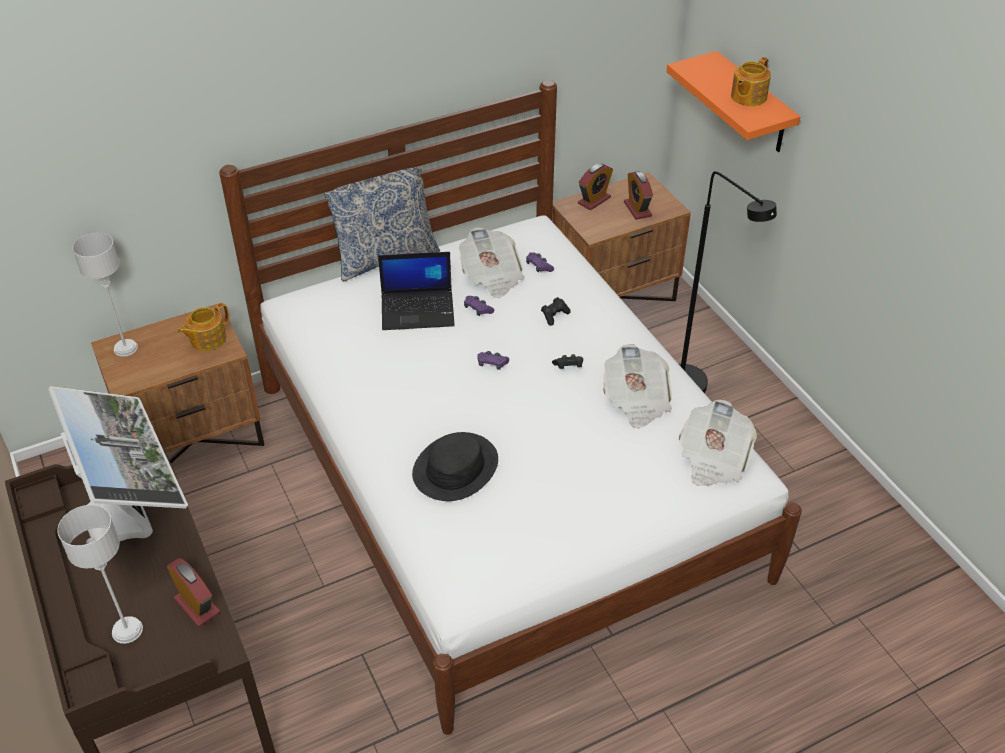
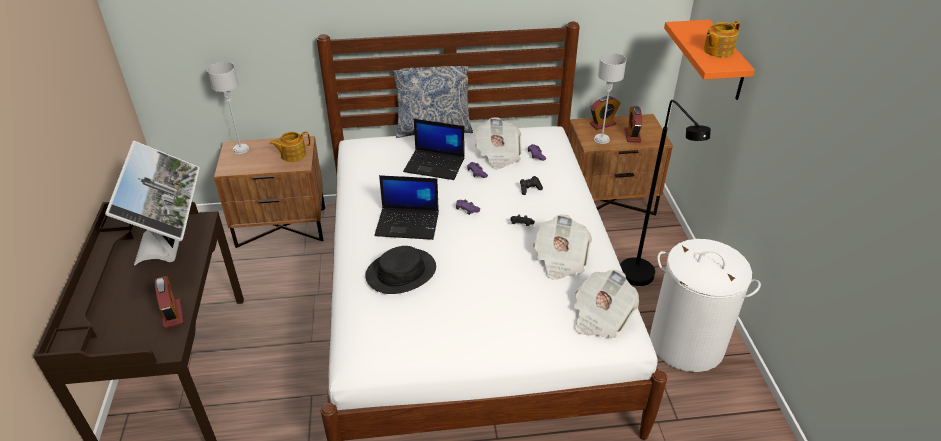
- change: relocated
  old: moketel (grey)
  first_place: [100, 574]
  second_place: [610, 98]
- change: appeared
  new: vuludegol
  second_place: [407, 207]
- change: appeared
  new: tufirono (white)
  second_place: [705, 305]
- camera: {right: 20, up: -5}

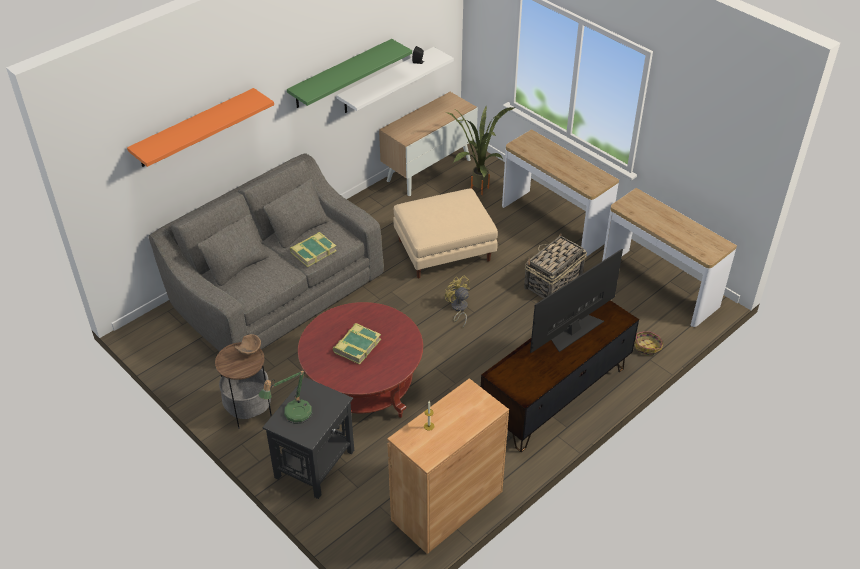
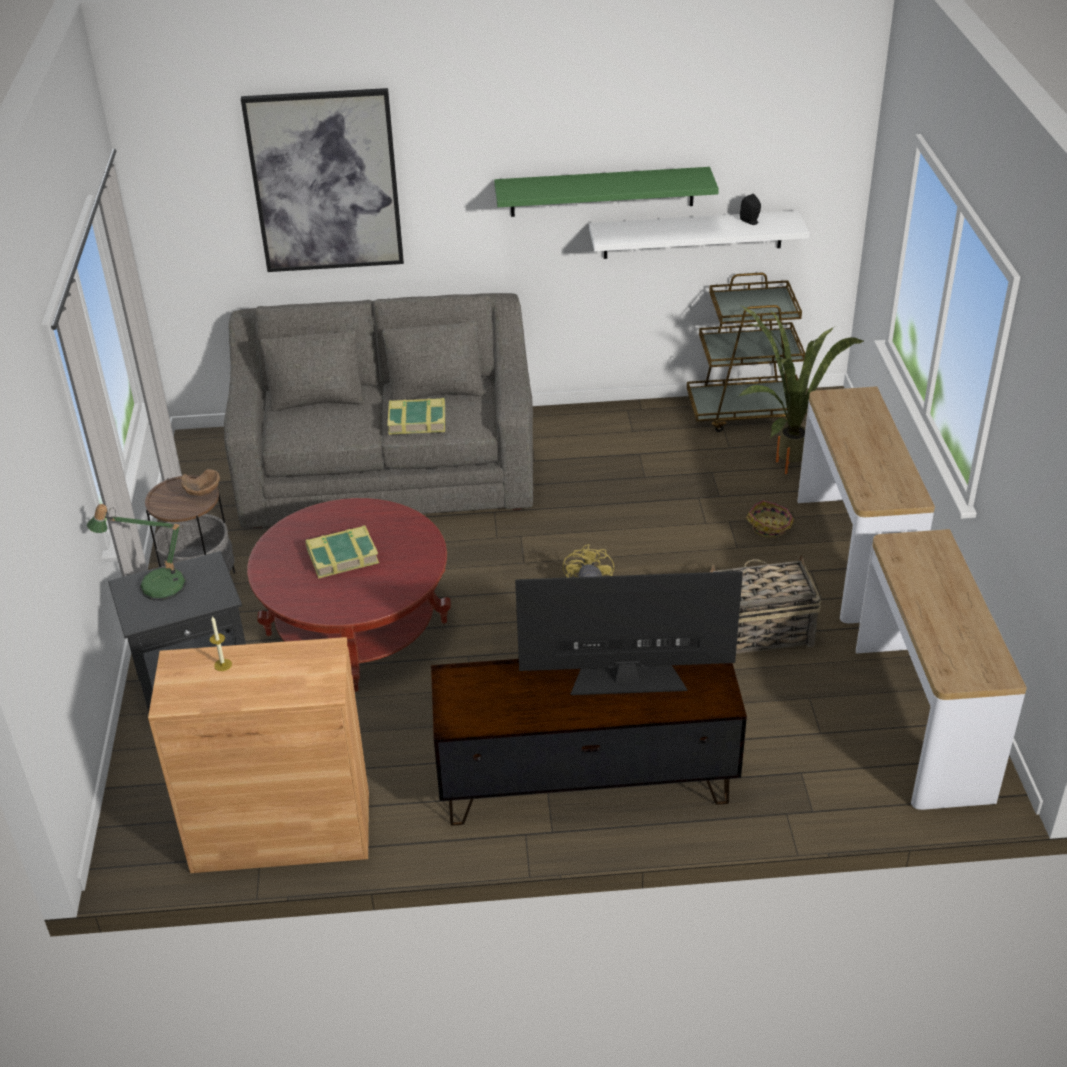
- change: exchanged
  old: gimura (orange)
  new: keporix
  first_place: [200, 127]
  second_place: [322, 180]
- change: exchanged
  old: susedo
  new: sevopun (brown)
  first_place: [428, 144]
  second_place: [747, 352]
- change: missing
  old: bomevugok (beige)
  first_place: [445, 233]
- change: relocated
  old: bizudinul
  first_place: [649, 344]
  second_place: [770, 519]
- camera: {right: 40, up: -5}

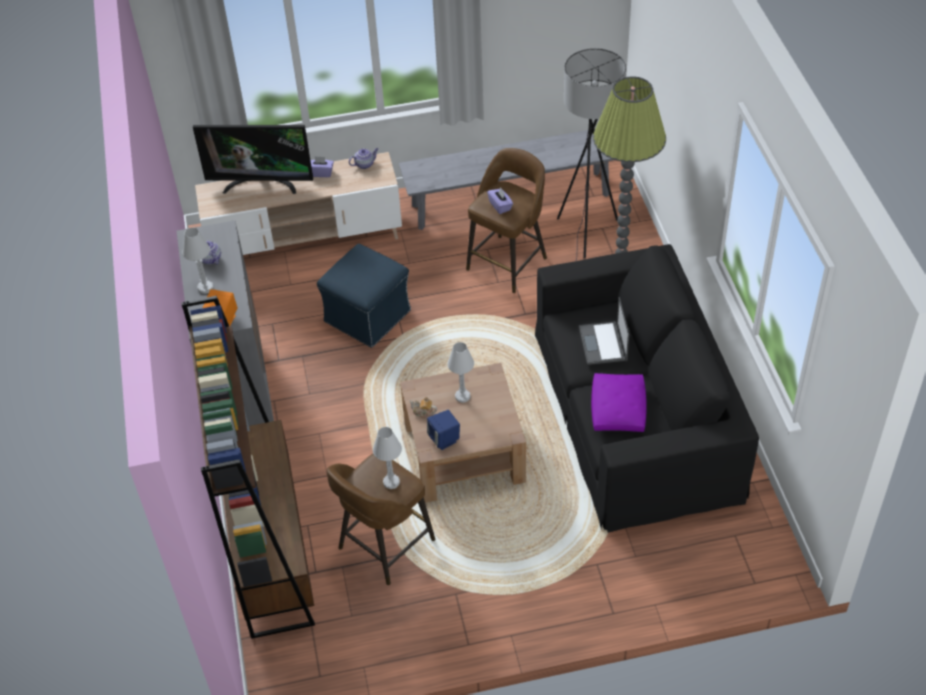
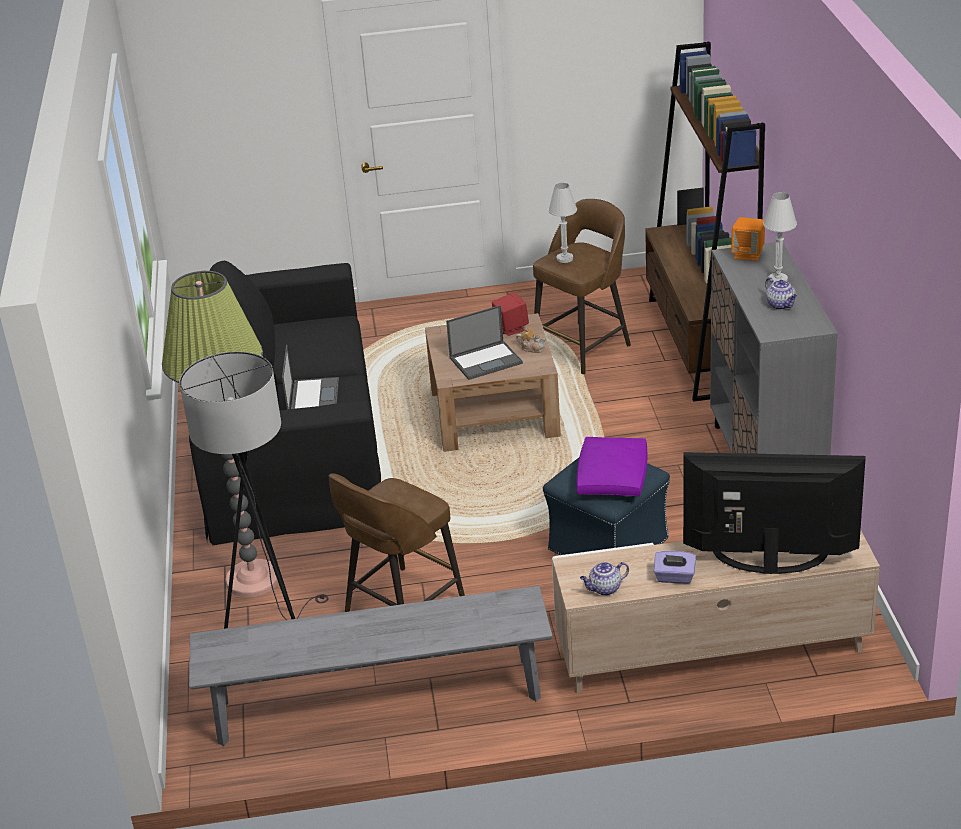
- change: colour
  old: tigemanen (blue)
  new: tigemanen (red)
  first_place: [443, 430]
  second_place: [510, 314]
- change: exchanged
  old: moketel (white)
  new: vuludegol
  first_place: [460, 372]
  second_place: [484, 342]
- change: missing
  old: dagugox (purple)
  first_place: [500, 200]
- change: relocated
  old: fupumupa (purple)
  first_place: [619, 402]
  second_place: [611, 466]
- camera: {right: -175, up: -15}

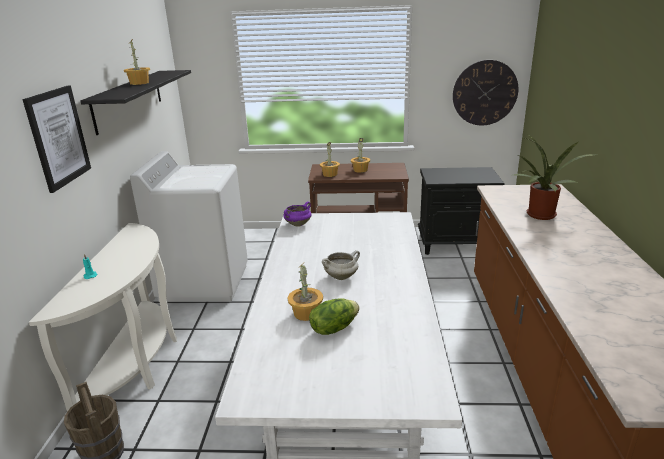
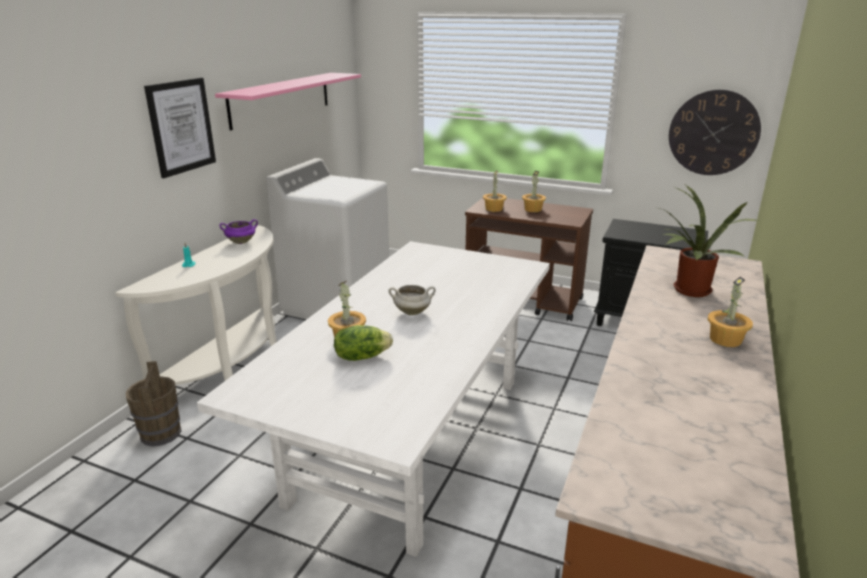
- change: colour
  old: gimura (black)
  new: gimura (pink)
  first_place: [135, 102]
  second_place: [288, 101]
- change: relocated
  old: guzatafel
  first_place: [137, 62]
  second_place: [730, 312]
- change: relocated
  old: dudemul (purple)
  first_place: [297, 214]
  second_place: [238, 231]
- camera: {right: 20, up: 0}

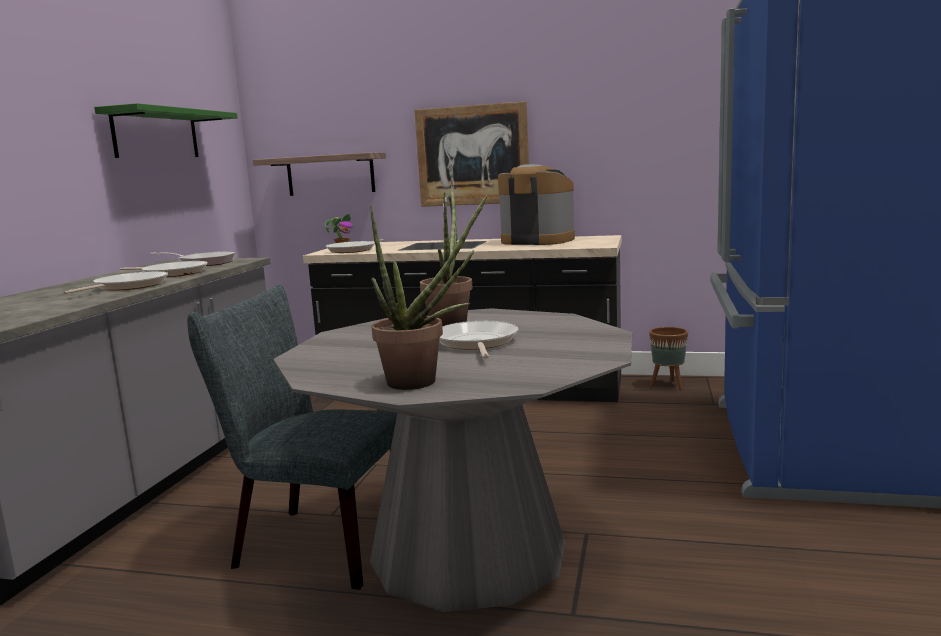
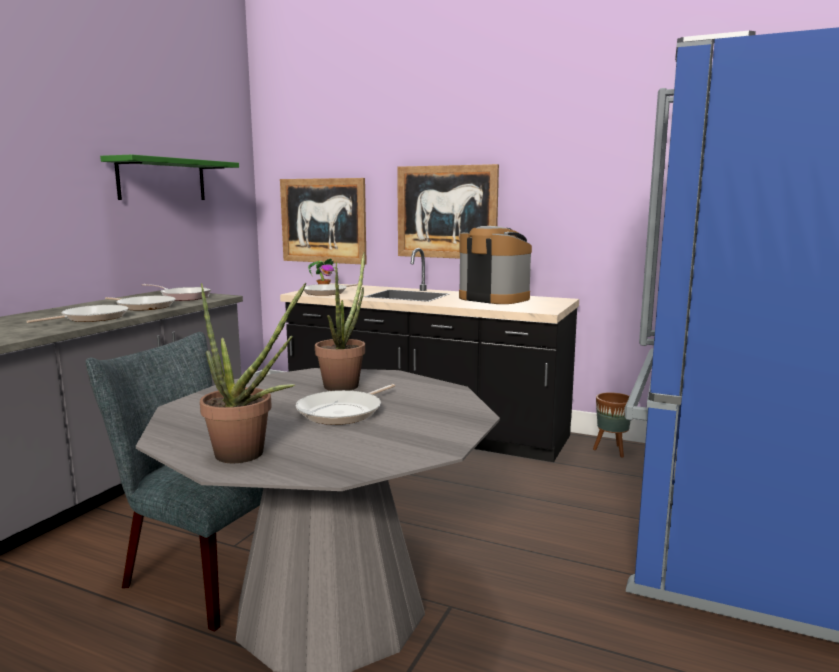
- change: exchanged
  old: gimura
  new: keporix
  first_place: [319, 174]
  second_place: [323, 221]
- change: spun
  old: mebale
  first_place: [479, 340]
  second_place: [345, 404]
  degrees: -150
- camera: {right: 10, up: 0}

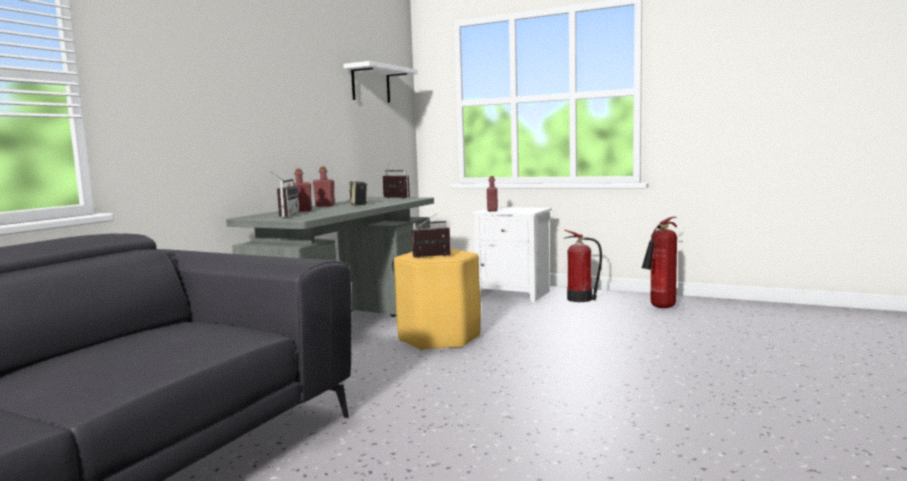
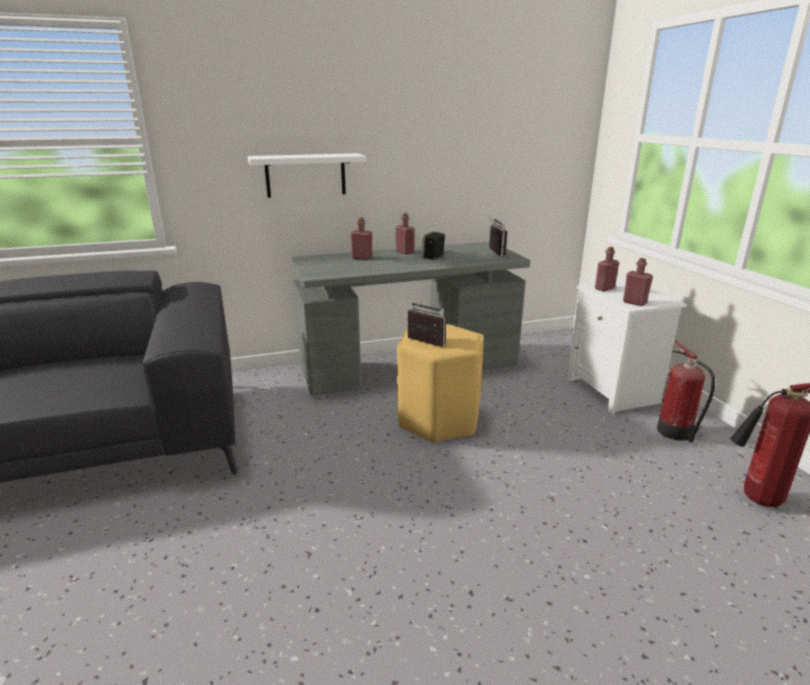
- change: missing
  old: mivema
  first_place: [284, 194]
- change: relocated
  old: gimura (white)
  first_place: [380, 82]
  second_place: [307, 175]
- change: appeared
  new: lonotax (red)
  second_place: [638, 282]
- camera: {right: 45, up: 15}

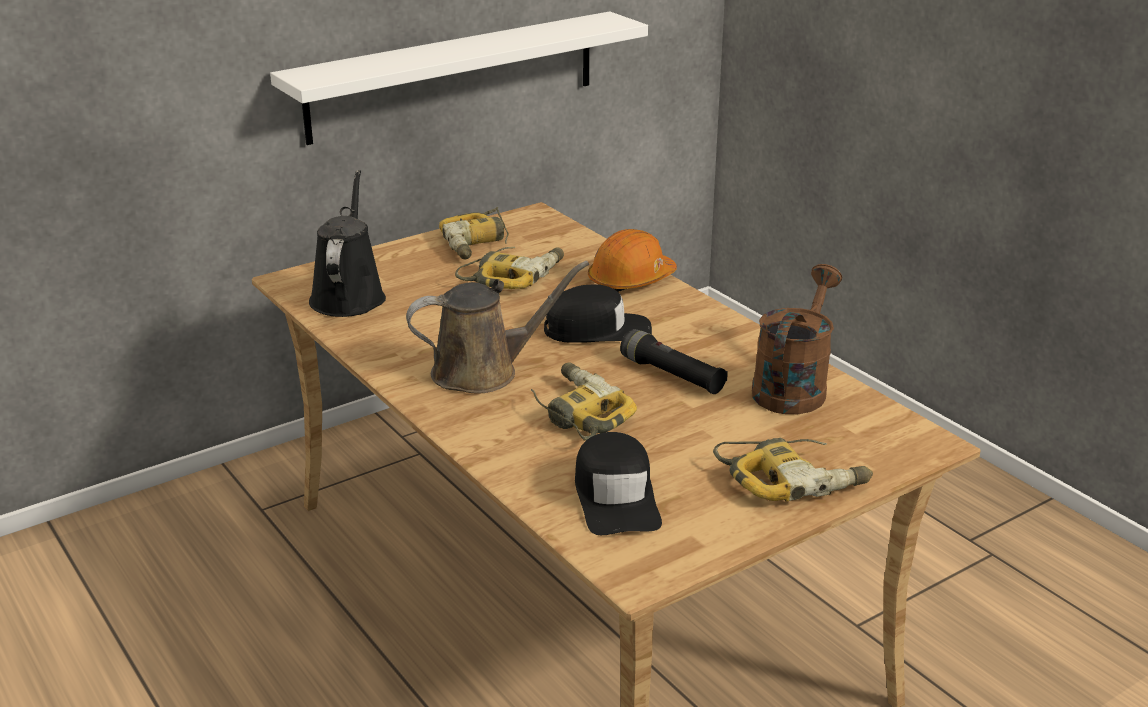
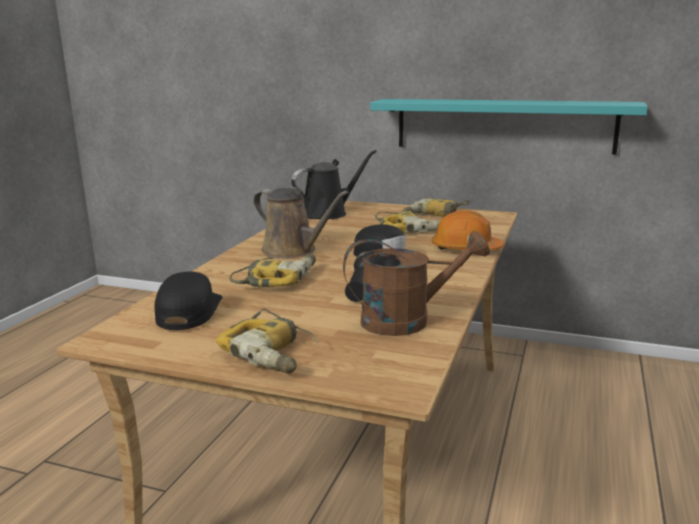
- change: colour
  old: gimura (white)
  new: gimura (turquoise)
  first_place: [459, 78]
  second_place: [509, 127]
- change: spun
  old: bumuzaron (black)
  first_place: [618, 483]
  second_place: [189, 300]
  degrees: 135
- camera: {right: 55, up: -10}

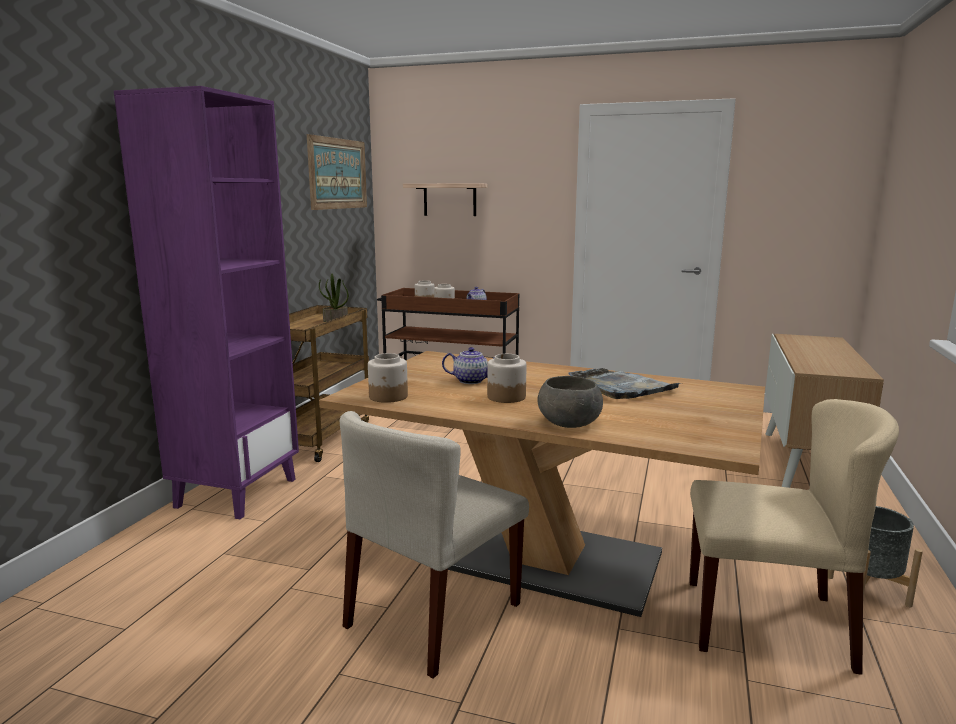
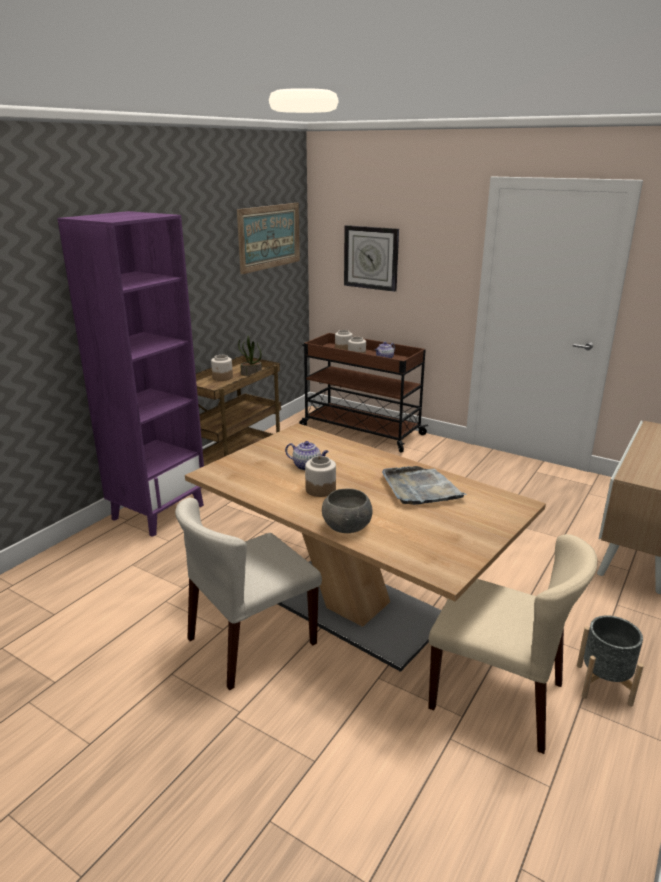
- change: relocated
  old: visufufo
  first_place: [388, 378]
  second_place: [222, 368]
- change: exchanged
  old: gimura
  new: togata
  first_place: [445, 200]
  second_place: [371, 258]
- camera: {right: 15, up: 10}

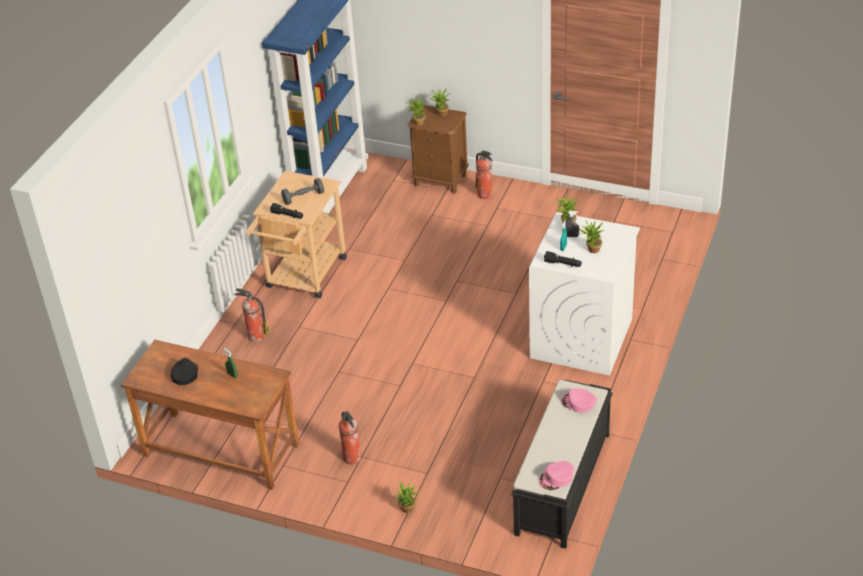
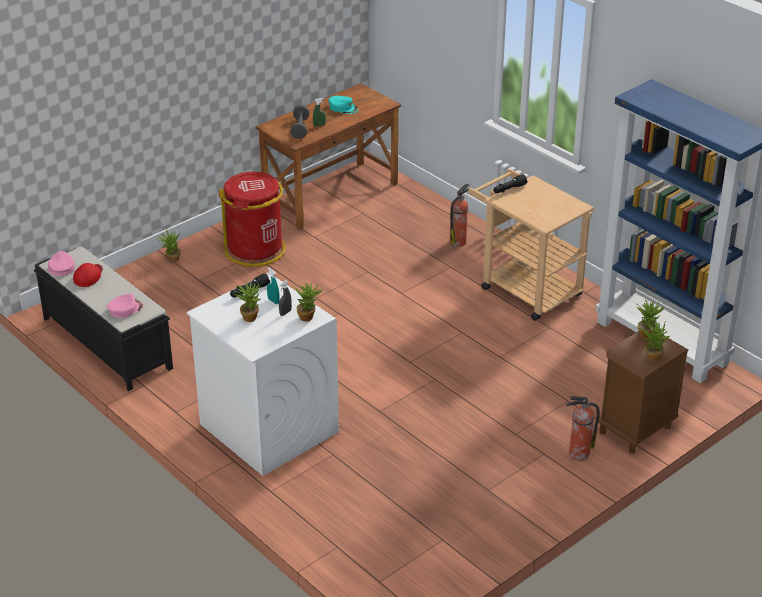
- change: colour
  old: bumuzaron (black)
  new: bumuzaron (turquoise)
  first_place: [184, 371]
  second_place: [343, 105]
- change: relocated
  old: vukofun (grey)
  first_place: [302, 191]
  second_place: [299, 122]
- change: exchanged
  old: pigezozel
  new: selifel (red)
  first_place: [350, 437]
  second_place: [252, 219]
- change: appeared
  new: bumuzaron (red)
  second_place: [88, 275]
- camera: {right: 115, up: -5}

